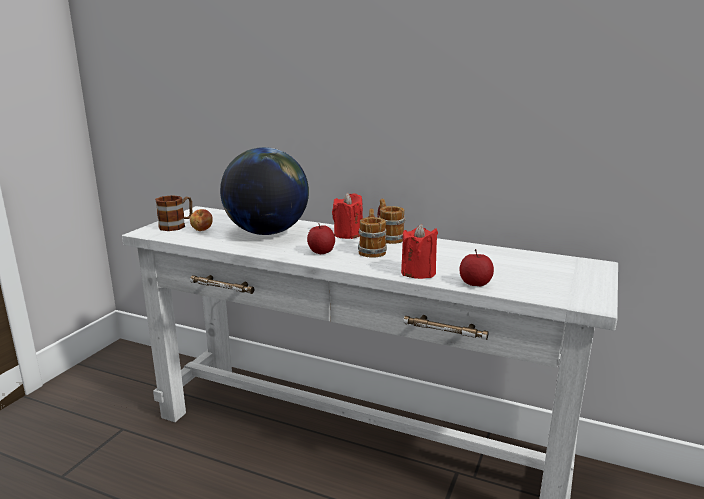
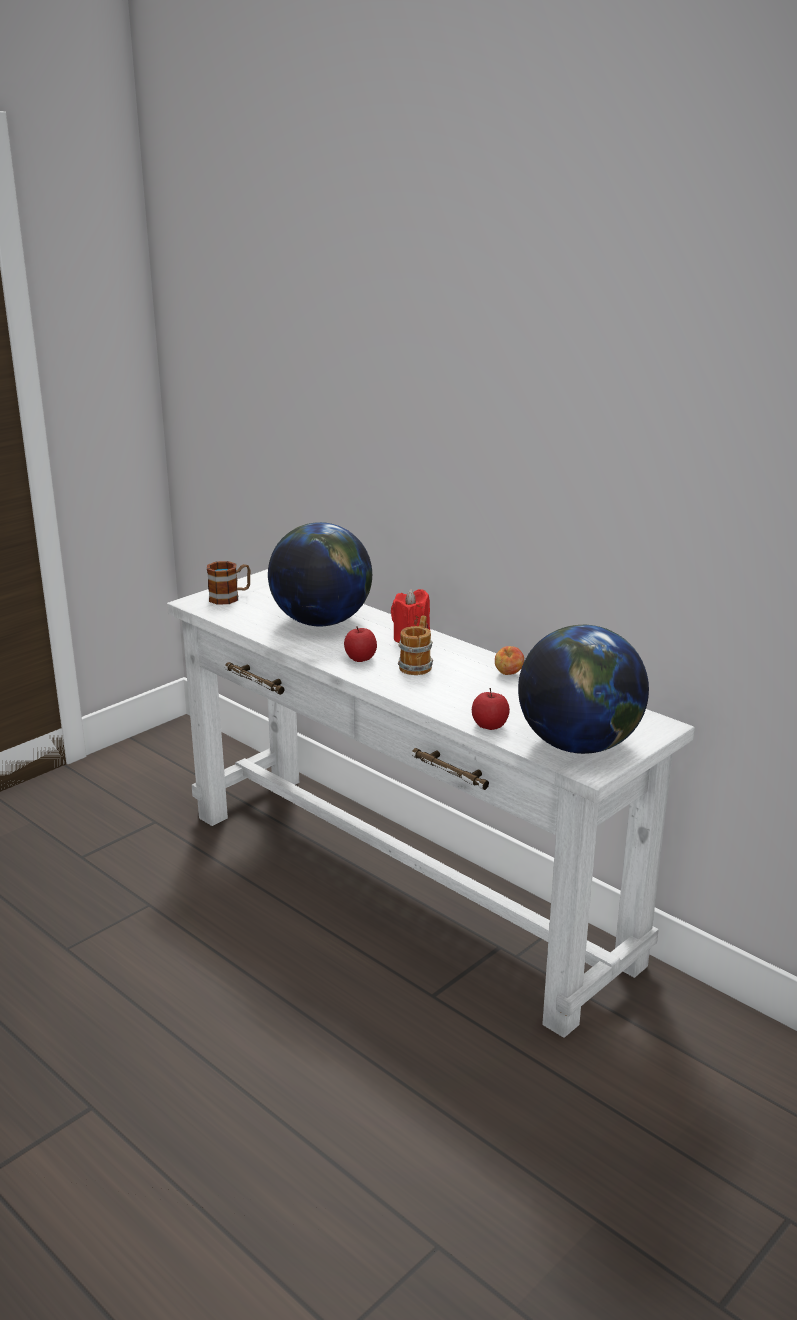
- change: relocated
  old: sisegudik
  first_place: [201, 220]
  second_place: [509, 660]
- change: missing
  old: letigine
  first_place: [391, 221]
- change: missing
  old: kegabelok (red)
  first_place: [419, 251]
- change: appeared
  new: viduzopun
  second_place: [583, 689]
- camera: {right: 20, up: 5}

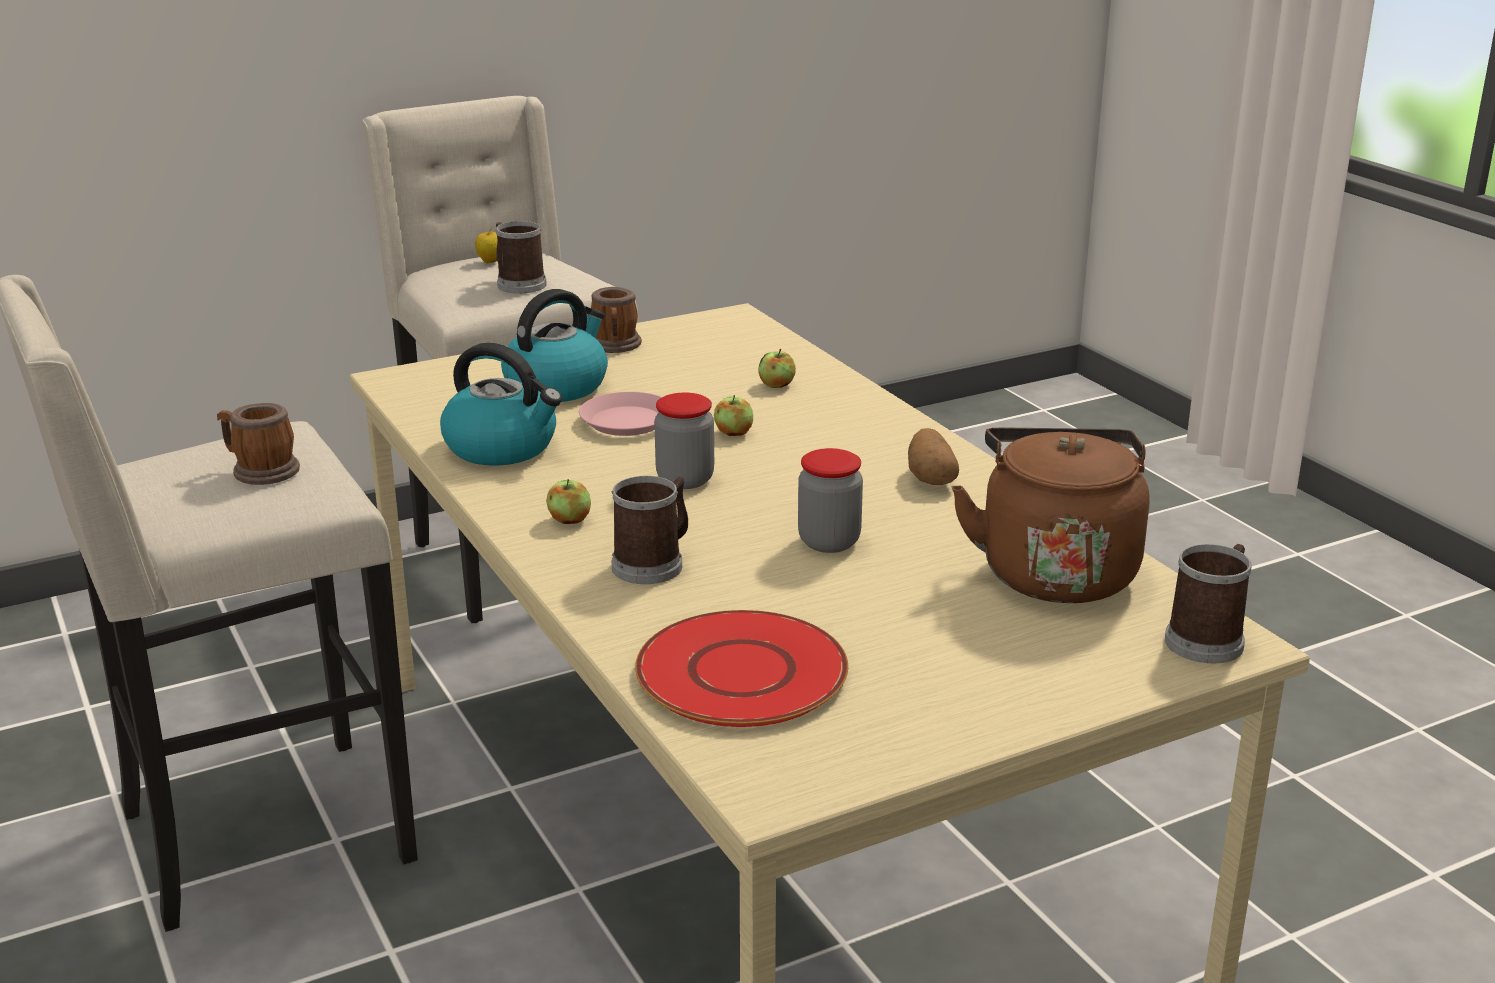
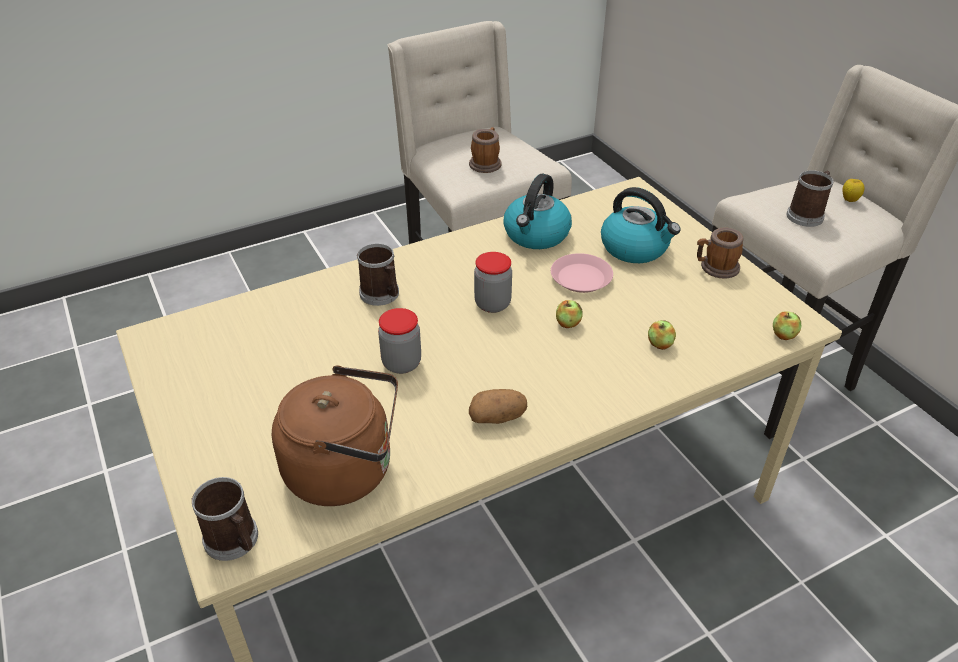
- change: relocated
  old: sisegudik
  first_place: [569, 501]
  second_place: [787, 325]
- change: missing
  old: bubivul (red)
  first_place: [741, 668]
- camera: {right: 90, up: 15}

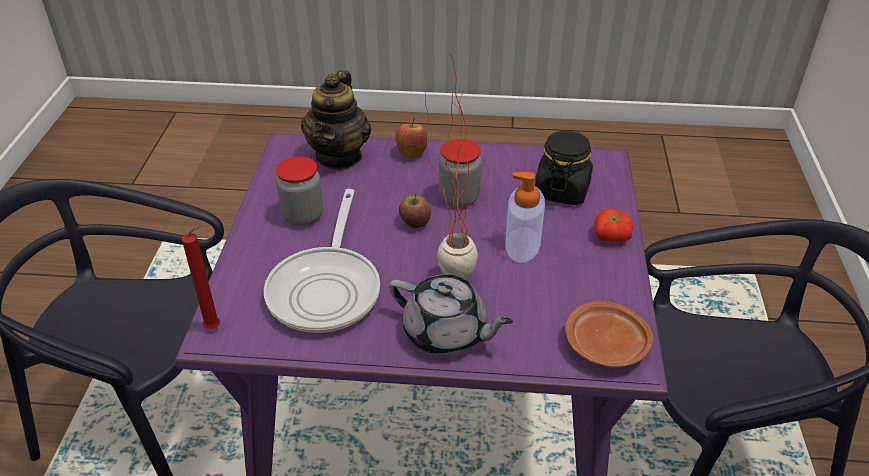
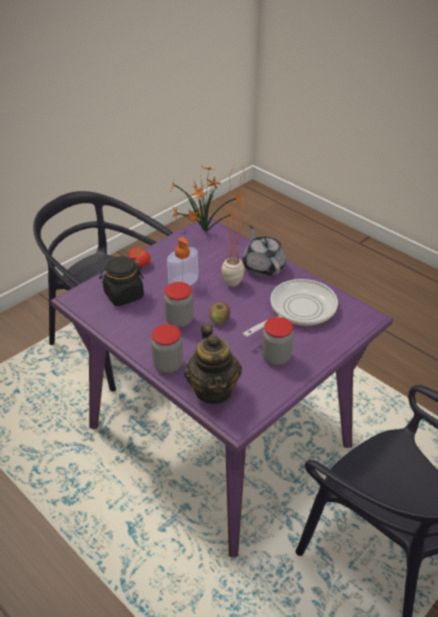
- change: missing
  old: kegabelok (red)
  first_place: [201, 277]
- change: spun
  old: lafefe
  first_place: [336, 120]
  second_place: [213, 363]
  degrees: 120
- change: exchanged
  old: sisegudik
  new: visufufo
  first_place: [411, 138]
  second_place: [167, 348]
- change: exchanged
  old: bubivul (brown)
  new: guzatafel
  first_place: [609, 334]
  second_place: [207, 199]
- camera: {right: -140, up: 0}

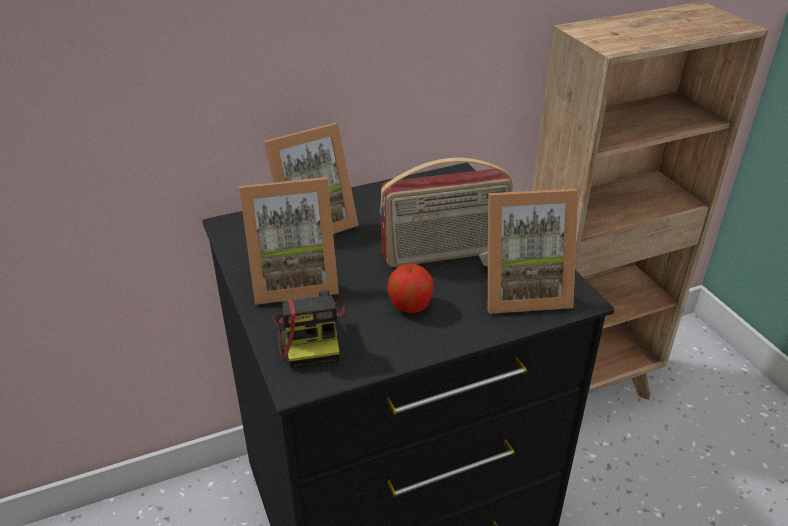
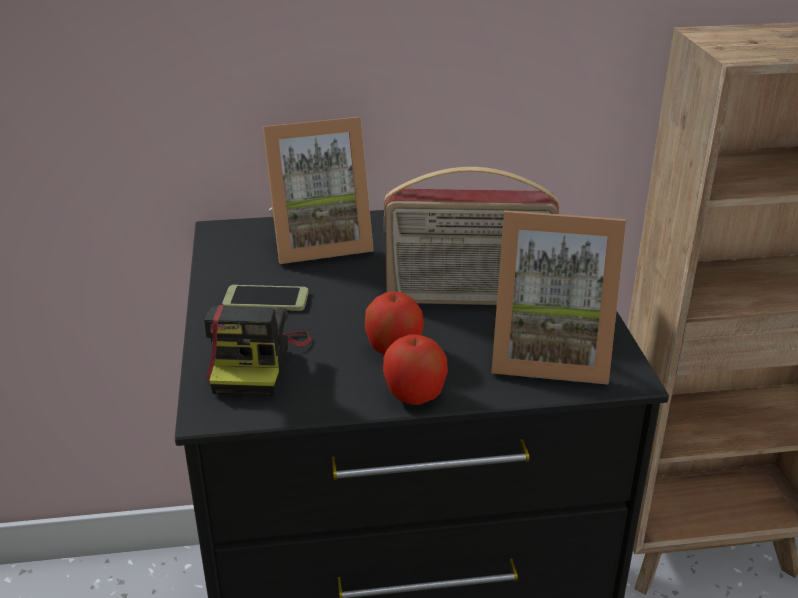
- change: exchanged
  old: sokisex
  new: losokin
  first_place: [289, 241]
  second_place: [265, 298]
- change: appeared
  new: sisegudik
  second_place: [415, 369]
- camera: {right: 15, up: -5}

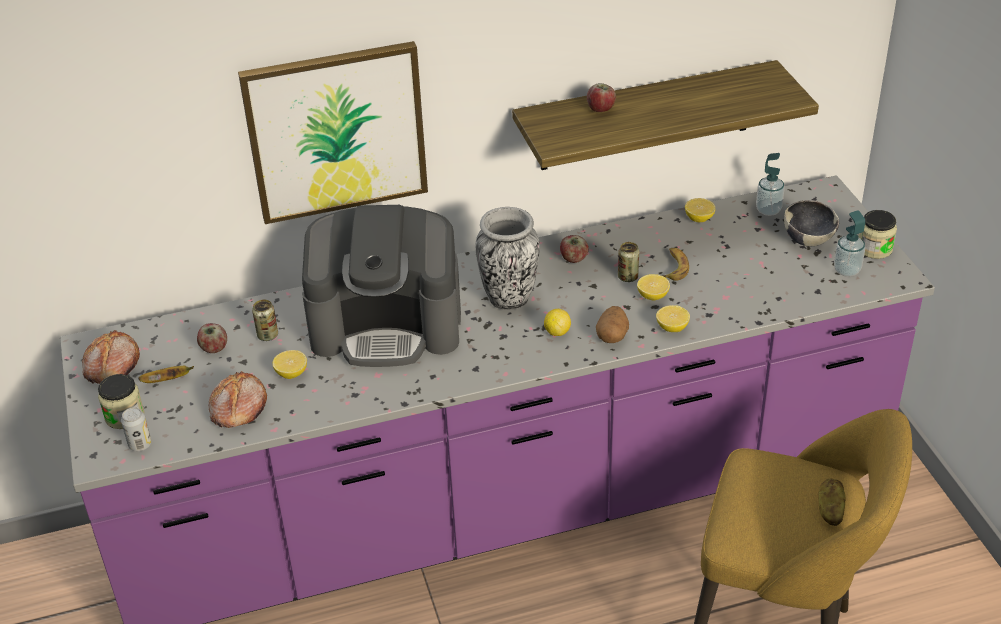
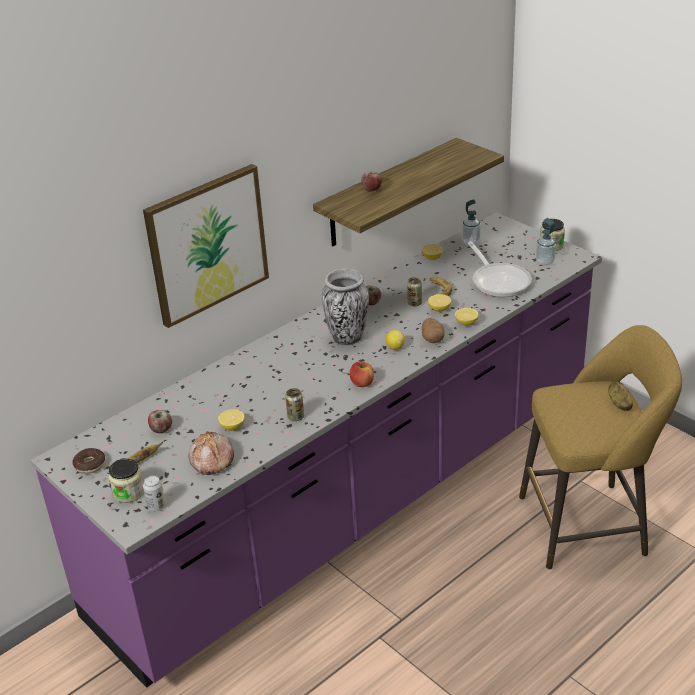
- change: exchanged
  old: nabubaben
  new: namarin
  first_place: [111, 357]
  second_place: [88, 461]
- change: relocated
  old: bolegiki
  first_place: [265, 320]
  second_place: [294, 404]
- change: missing
  old: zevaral
  first_place: [381, 286]
- change: missing
  old: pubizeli
  first_place: [811, 223]
- change: appeared
  new: sisegudik
  second_place: [361, 374]
- change: appeared
  new: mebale
  second_place: [499, 269]
- camera: {right: -25, up: -5}

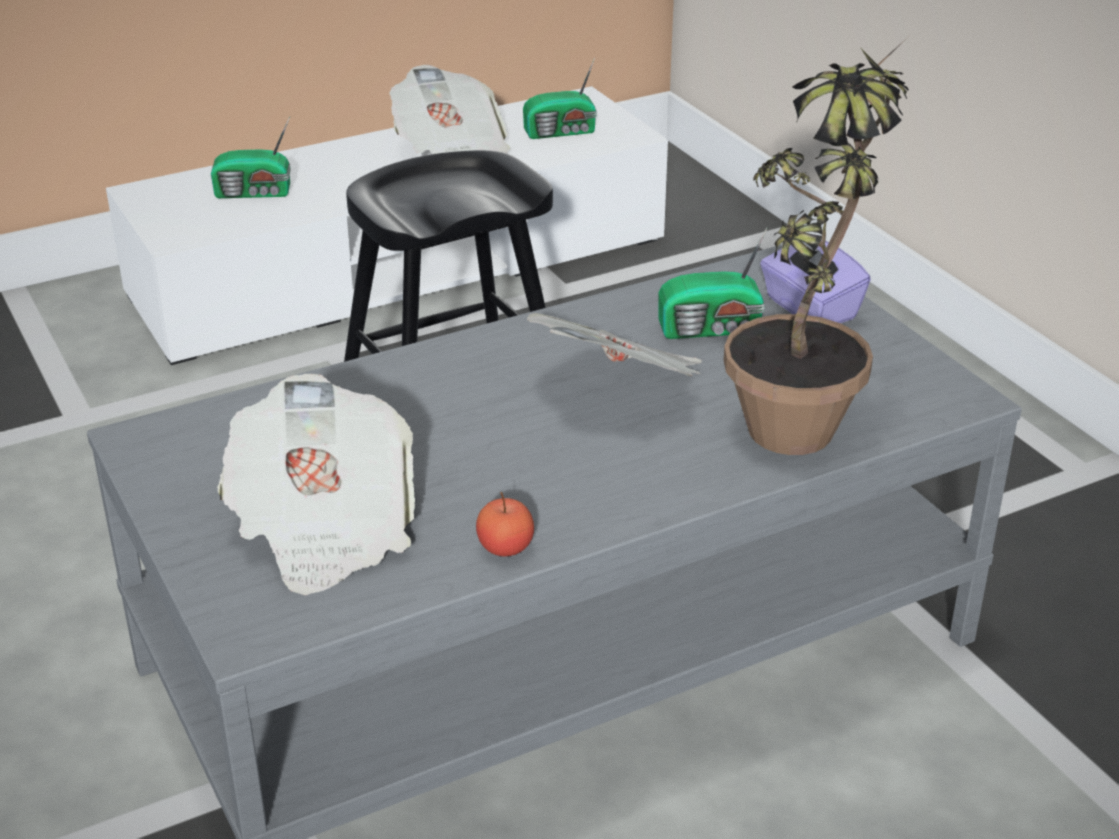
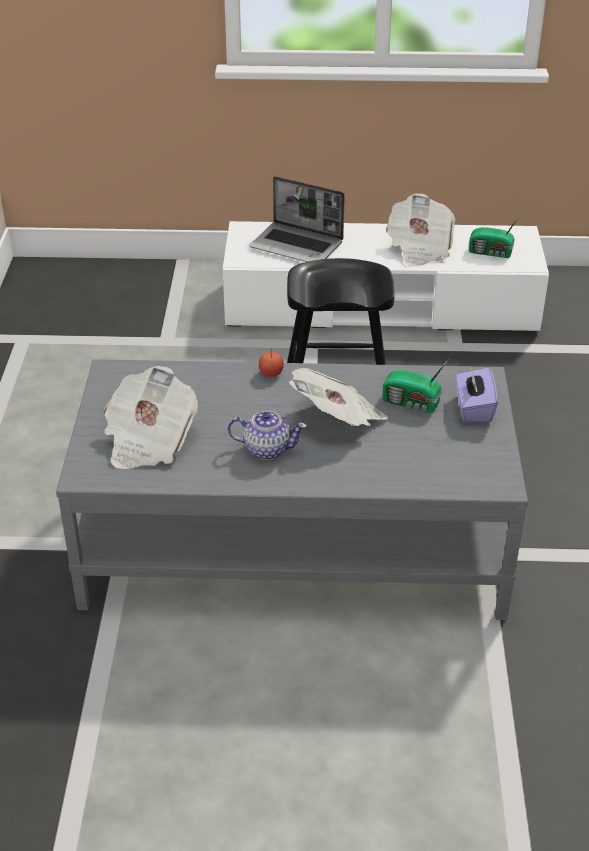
- change: exchanged
  old: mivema
  new: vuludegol
  first_place: [251, 157]
  second_place: [297, 219]
- change: relocated
  old: sisegudik
  first_place: [505, 524]
  second_place: [271, 364]
- change: missing
  old: guzatafel
  first_place: [816, 246]
- change: appeared
  new: lafefe
  second_place: [267, 435]
- camera: {right: 30, up: 5}

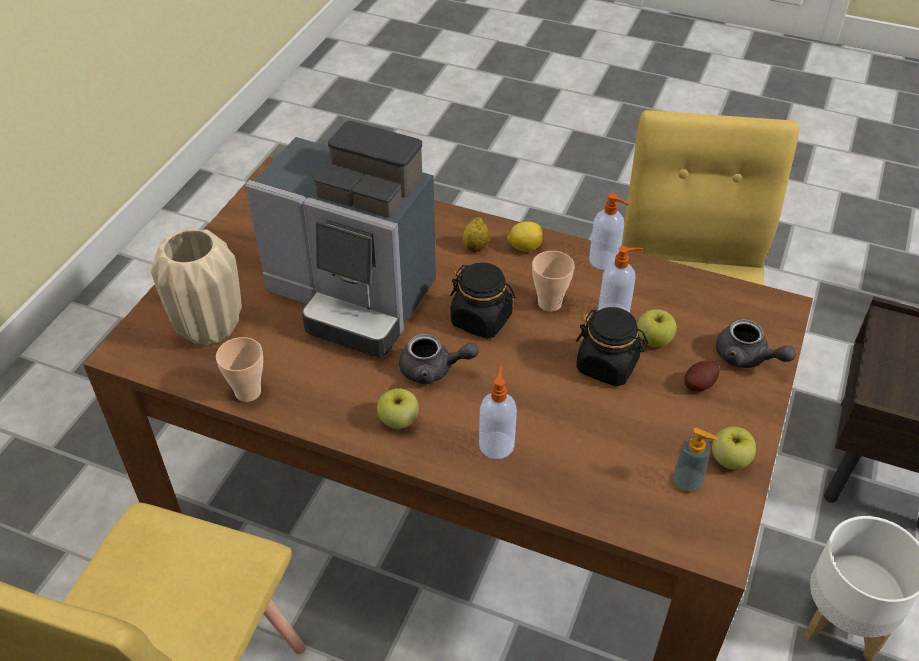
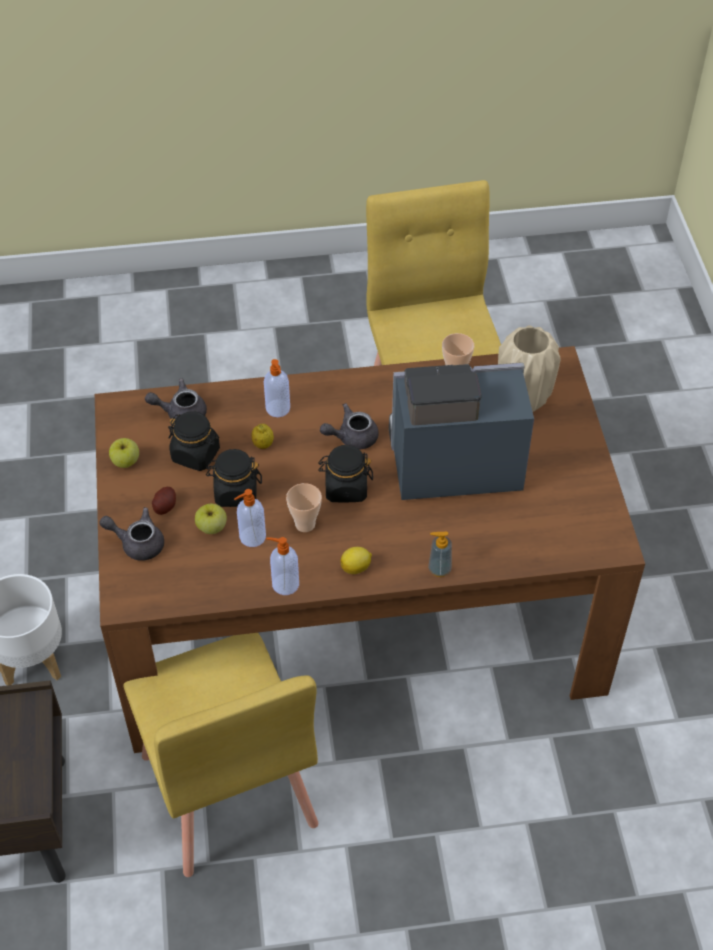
- change: missing
  old: sisegudik
  first_place: [398, 408]
- change: relocated
  old: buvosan
  first_place: [476, 234]
  second_place: [262, 436]
- change: relocated
  old: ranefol
  first_place: [695, 460]
  second_place: [440, 554]
- change: appeared
  new: lafefe (grey)
  second_place: [176, 399]
- change: appeared
  new: visufufo (black)
  second_place: [194, 441]
- camera: {right: 150, up: 5}

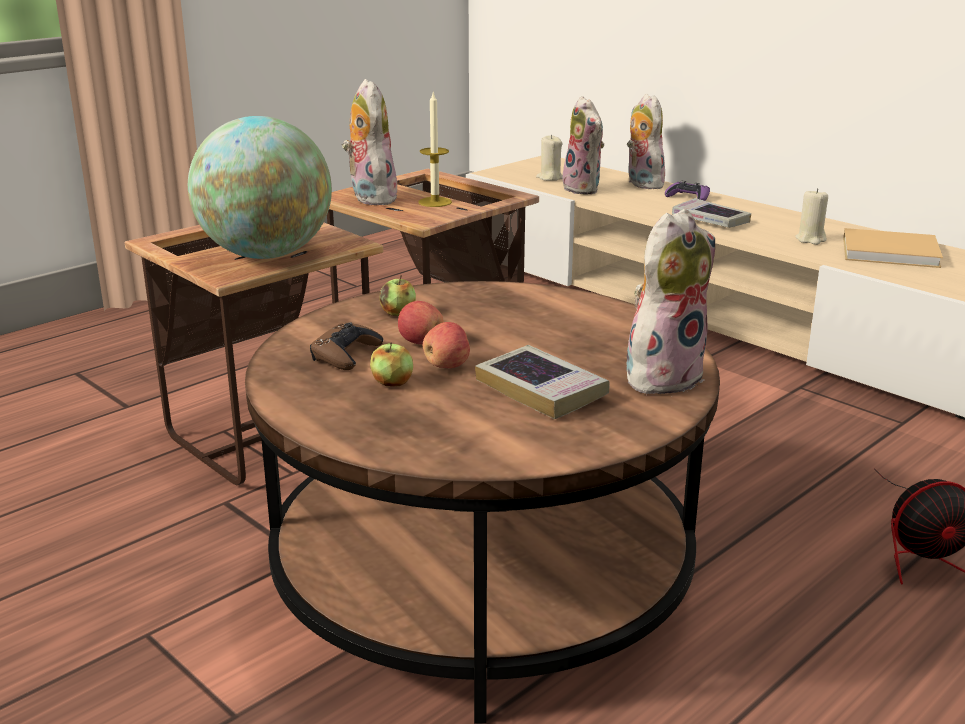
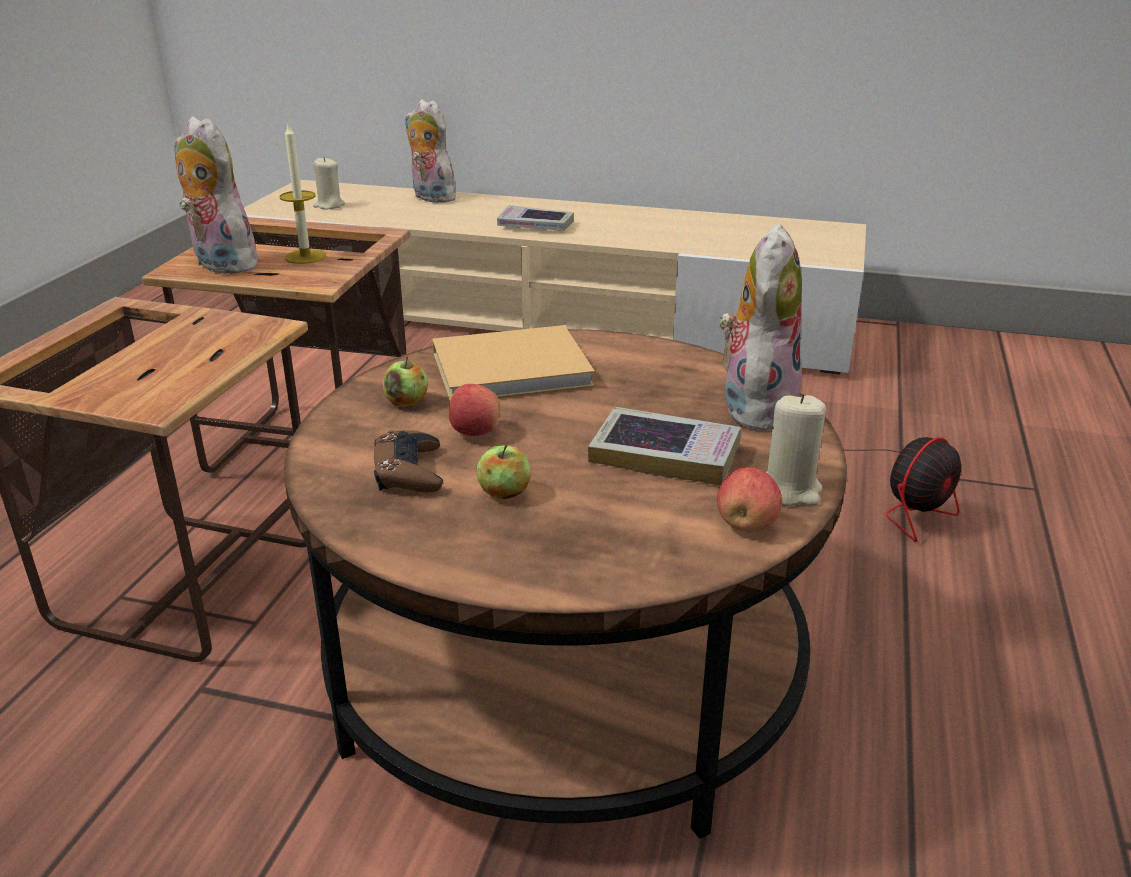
- change: missing
  old: viduzopun
  first_place: [260, 187]
- change: relocated
  old: sisegudik
  first_place: [446, 345]
  second_place: [749, 499]
- change: missing
  old: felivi
  first_place: [582, 145]
- change: missing
  old: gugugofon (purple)
  first_place: [687, 190]
- change: relocated
  old: kegabelok (beige)
  first_place: [811, 216]
  second_place: [796, 450]
- change: relocated
  old: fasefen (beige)
  first_place: [893, 248]
  second_place: [513, 362]
- camera: {right: -30, up: 5}

